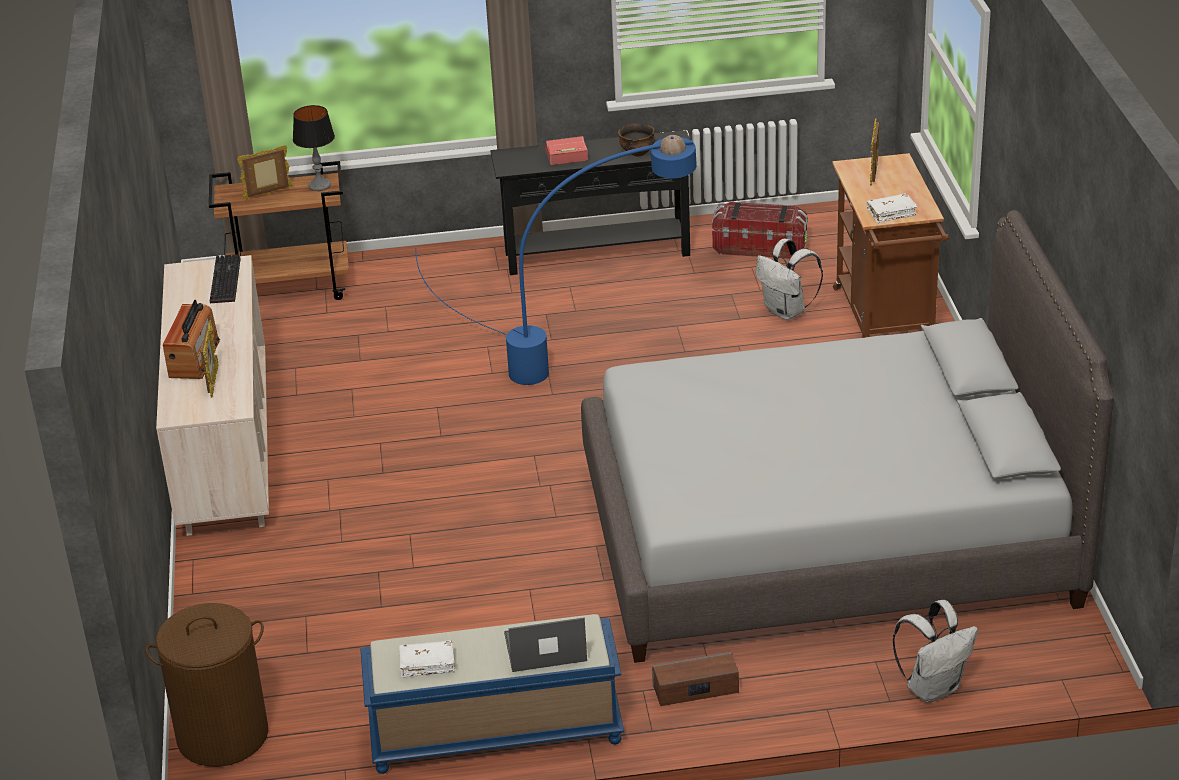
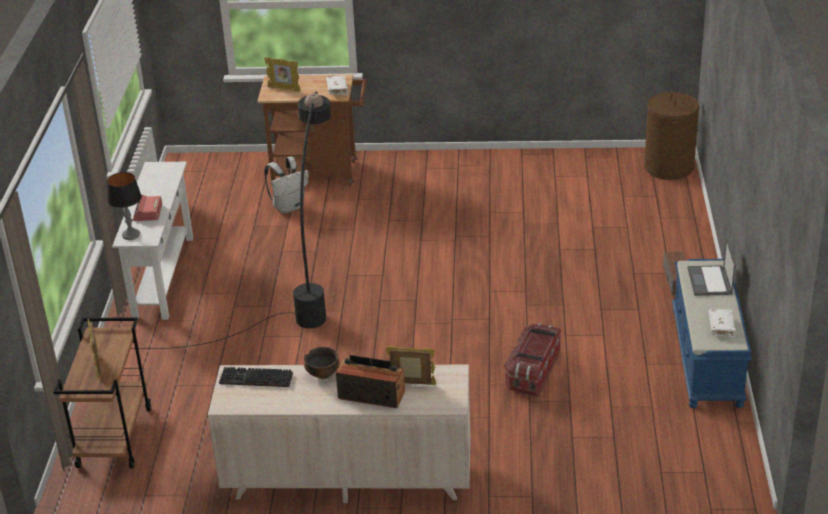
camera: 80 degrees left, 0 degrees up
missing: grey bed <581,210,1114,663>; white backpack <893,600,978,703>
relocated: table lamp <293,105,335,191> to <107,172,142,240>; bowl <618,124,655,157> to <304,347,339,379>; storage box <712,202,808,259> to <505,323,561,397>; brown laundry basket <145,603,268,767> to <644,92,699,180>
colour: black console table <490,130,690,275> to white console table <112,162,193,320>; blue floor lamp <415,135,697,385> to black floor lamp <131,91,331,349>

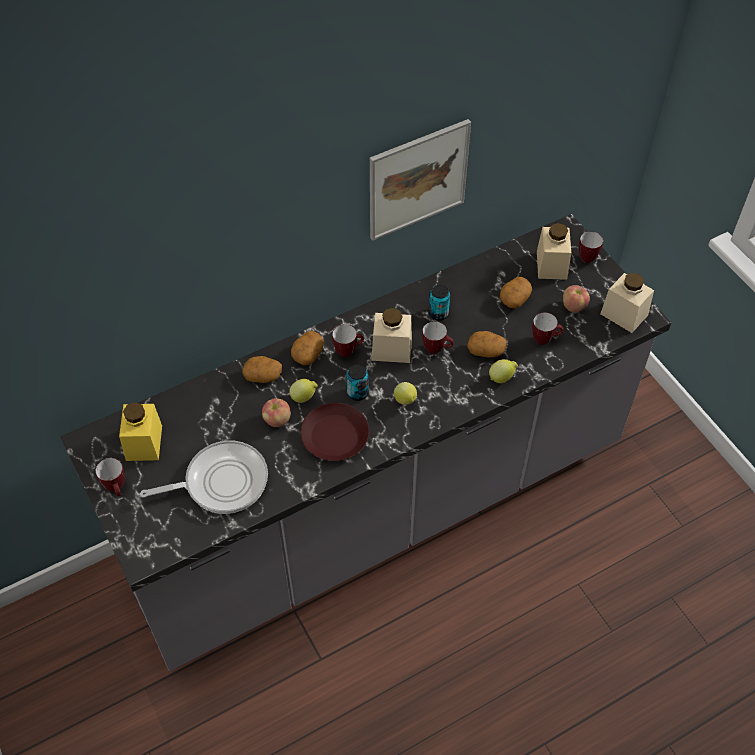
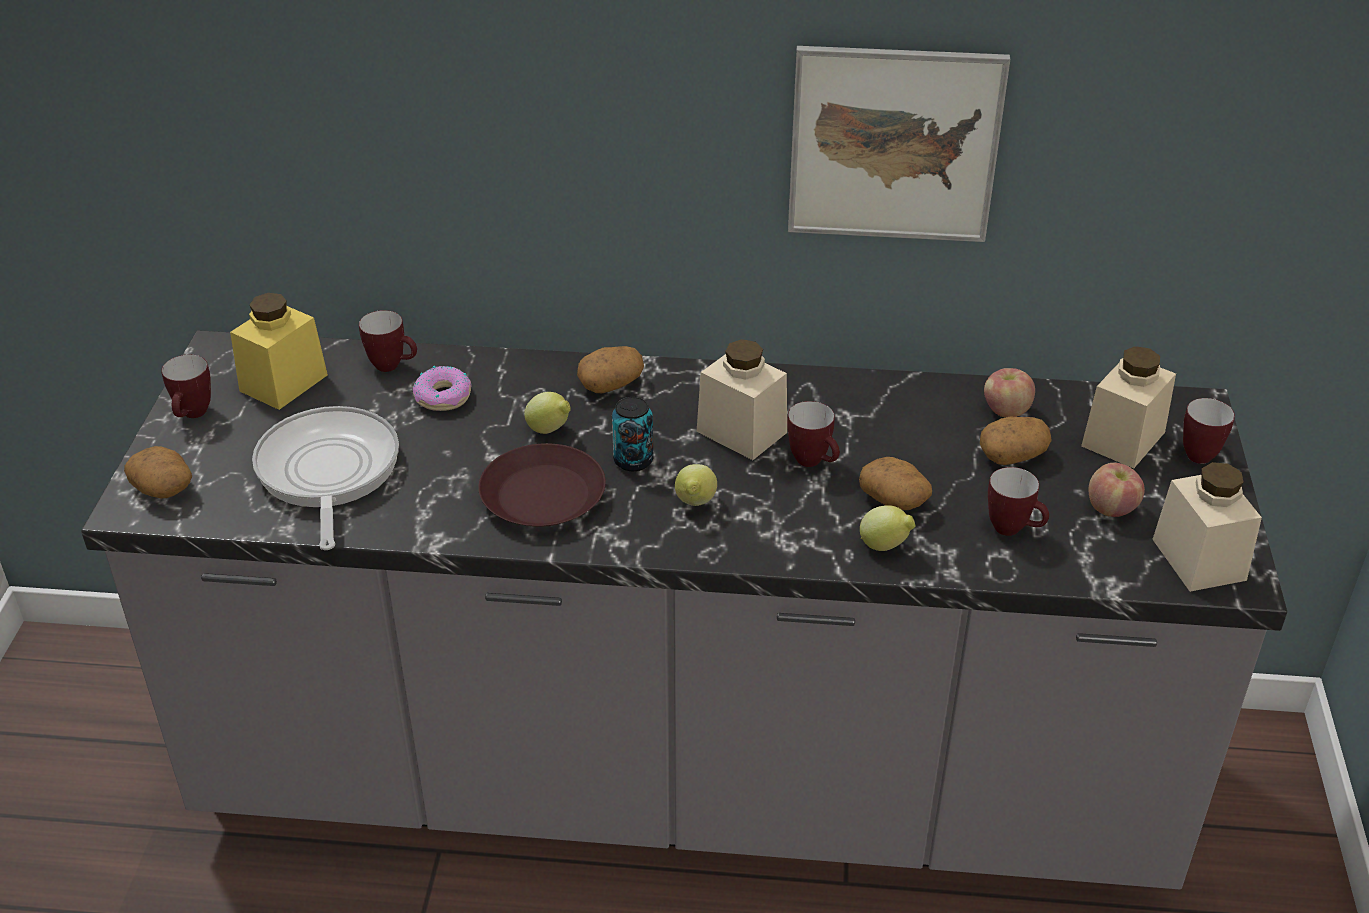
camera: 35 degrees right, 15 degrees down
missing: can <428,285,450,320>
appeared: donut <413,366,472,411>
relocated: potato <242,356,282,383> to <124,446,192,499>; mug <332,325,364,357> to <359,310,417,372>; apple <262,398,291,427> to <984,368,1035,418>
spun: frying pan <140,440,268,514> = <252,406,399,550> 120 degrees counterclockwise

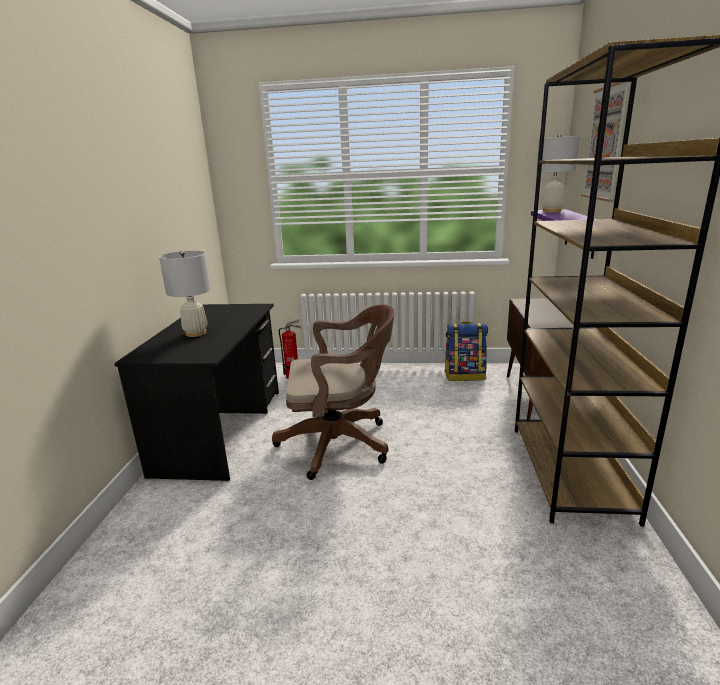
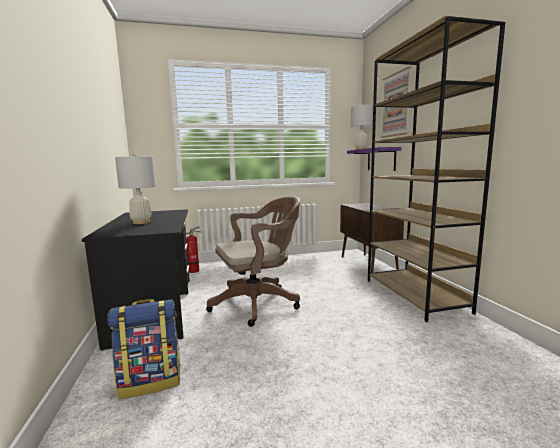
camera: 20 degrees left, 10 degrees down
relocated: backpack <444,322,488,381> to <107,299,181,399>

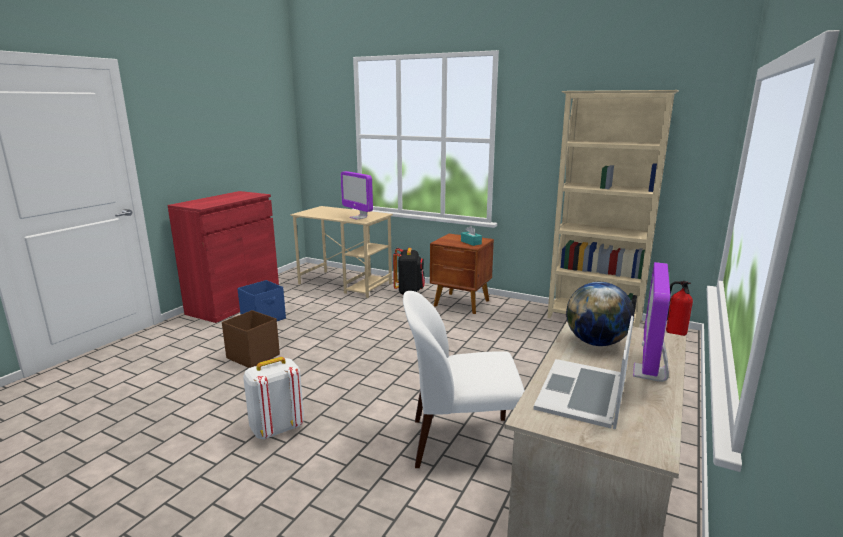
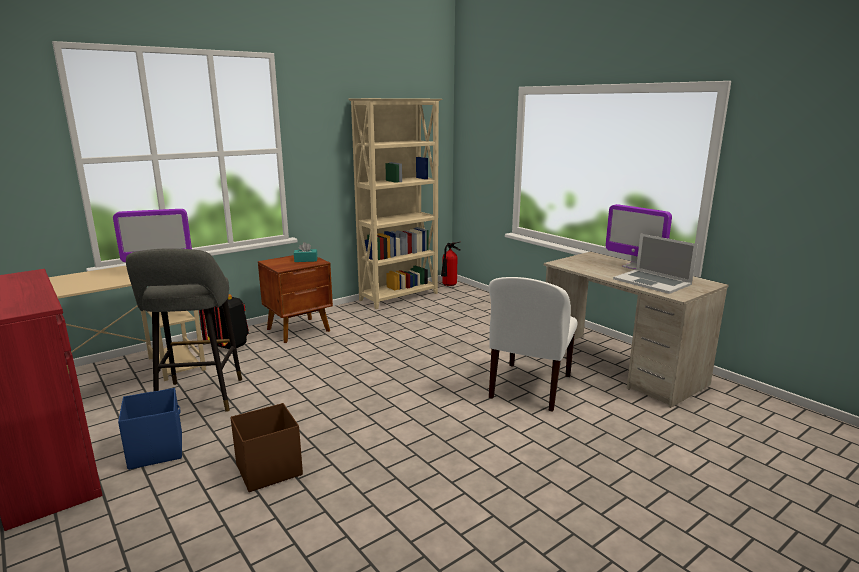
camera: 65 degrees left, 0 degrees up
missing: white backpack <243,357,304,439>; globe <566,282,634,346>
appeared: grey stool <126,248,242,412>

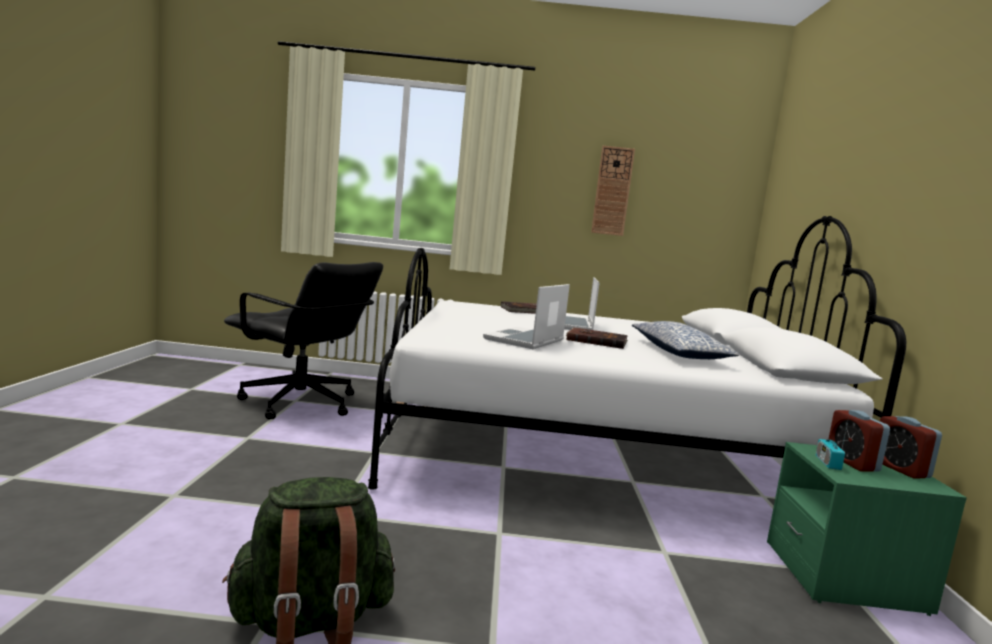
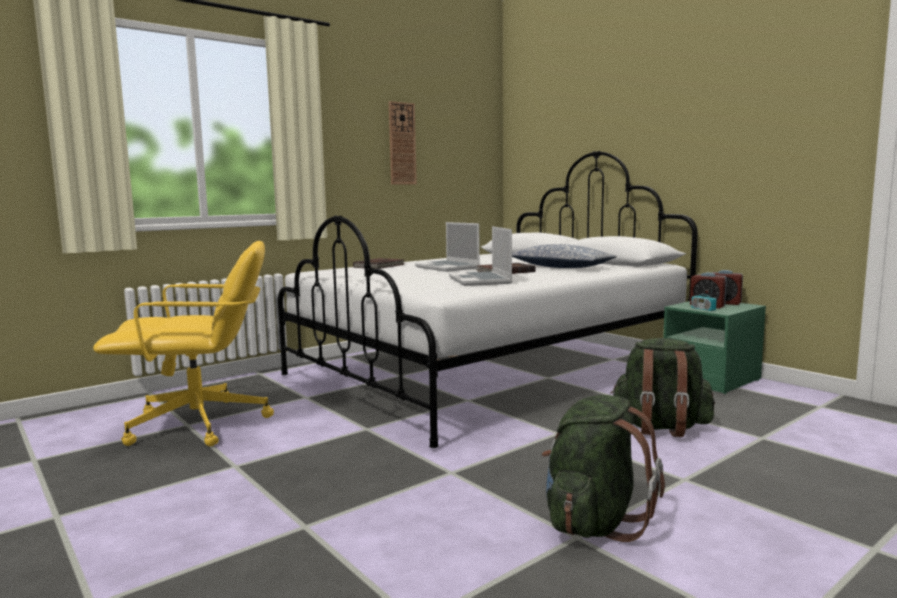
camera: 40 degrees left, 0 degrees up
appeared: green backpack <610,338,715,437>
colour: black office chair <224,262,383,419> to yellow office chair <93,241,274,446>

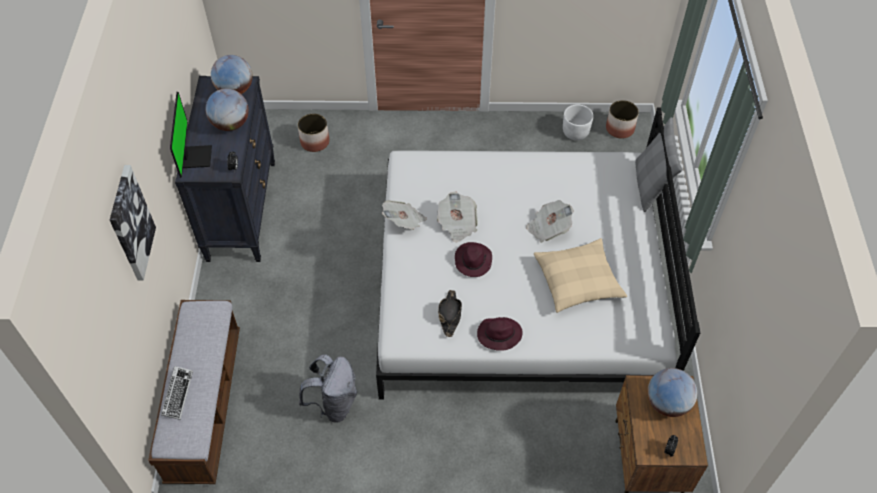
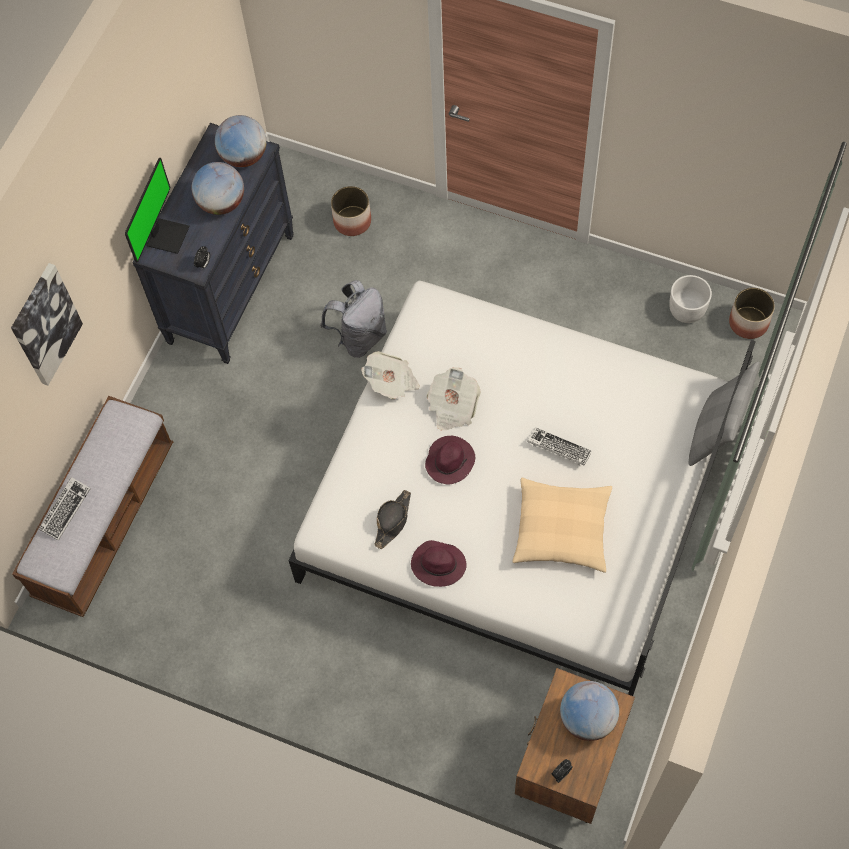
camera: 25 degrees right, 10 degrees up
relocated: grey backpack <299,354,357,423> to <320,280,387,358>
exchanged: newspaper <526,200,574,243> to keyboard <527,427,592,465>

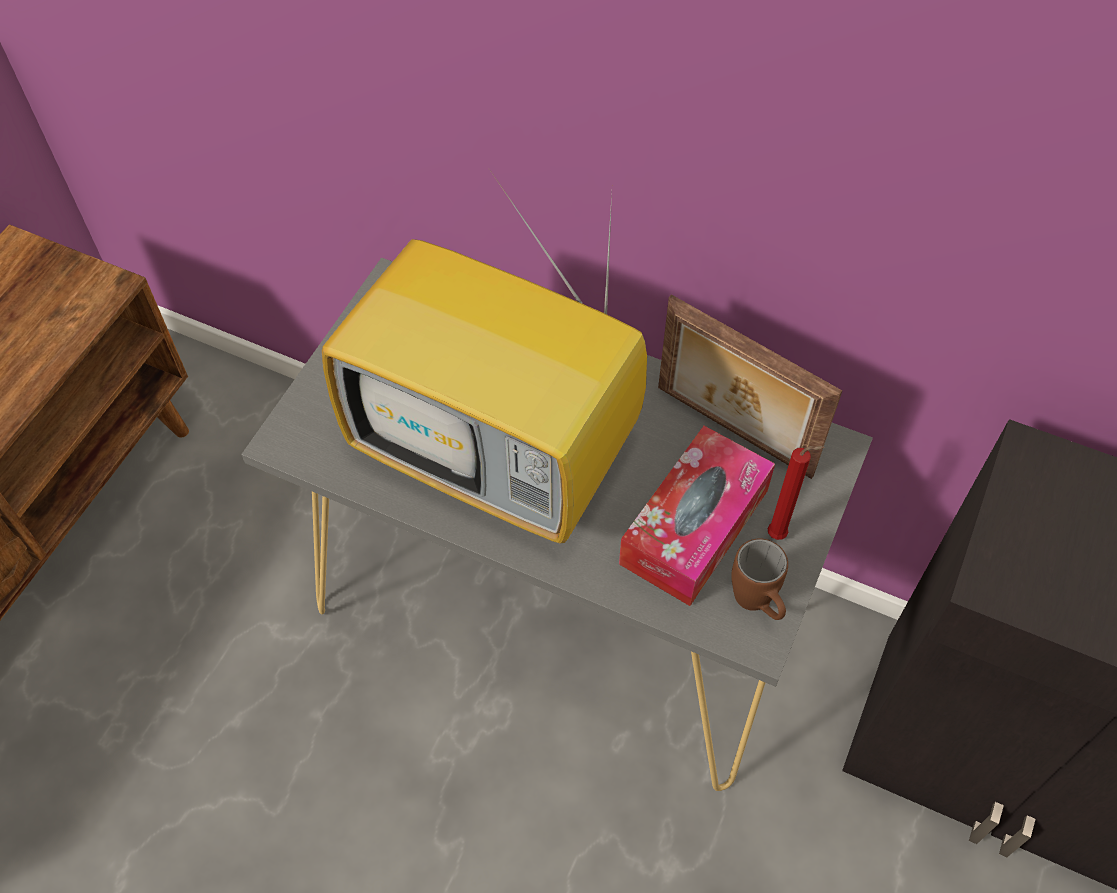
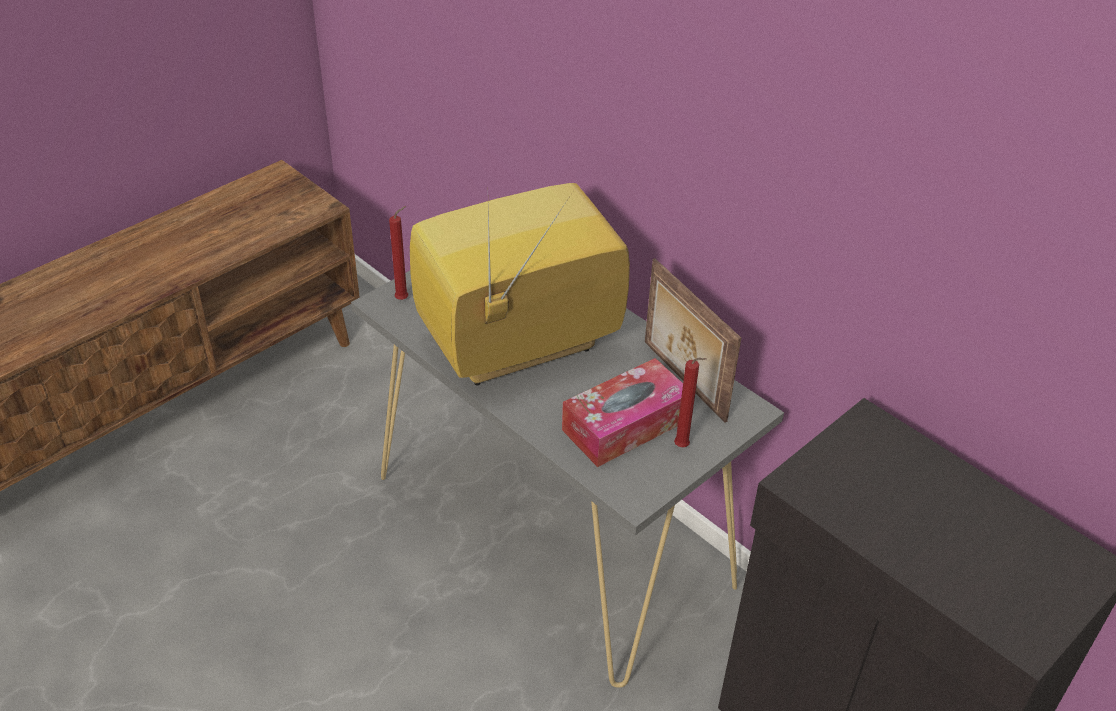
camera: 20 degrees right, 15 degrees down
missing: brown mug <731,538,788,620>
appeared: red candle <389,206,408,300>
spun: television <322,163,647,544> = <410,183,630,385> 105 degrees clockwise

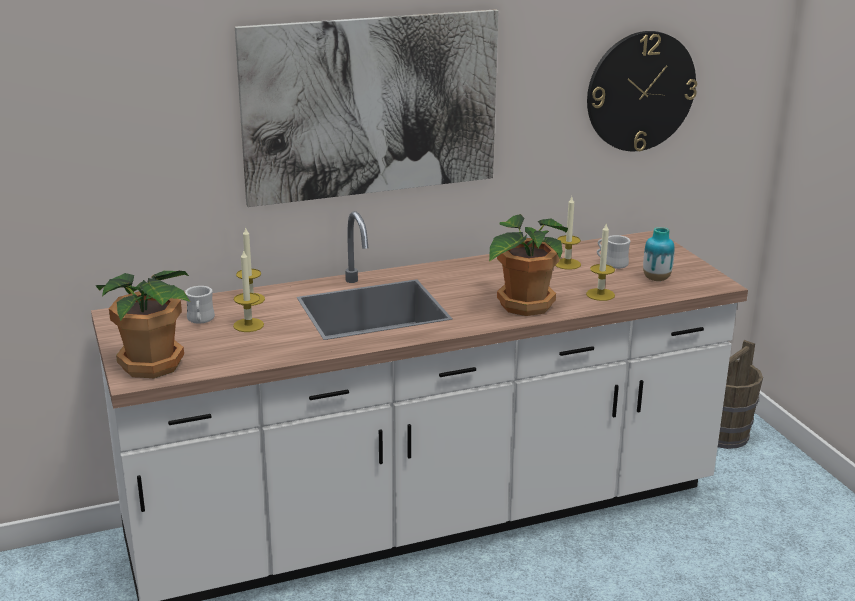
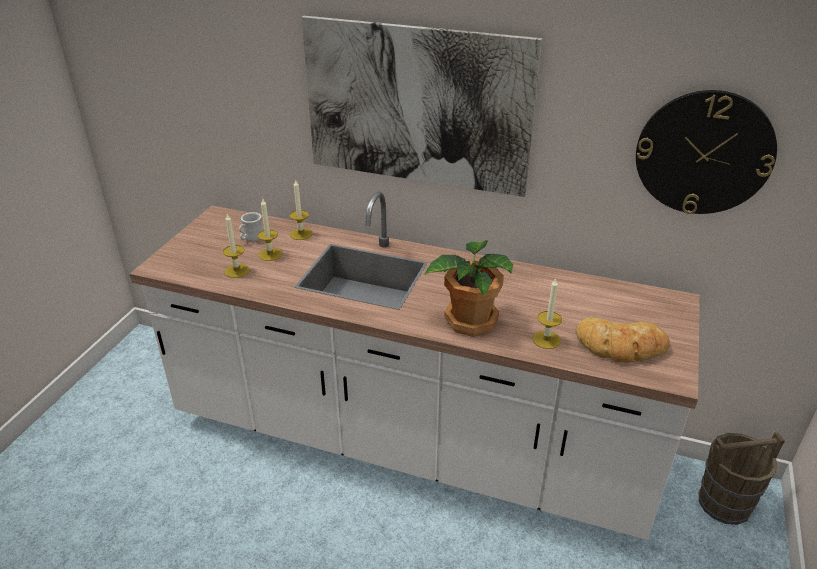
camera: 40 degrees right, 10 degrees up
missing: potted plant <96,271,191,378>; white mug <597,235,630,269>
relocated: candle <555,197,581,270> to <223,214,249,278>
exchanged: vase <643,227,675,281> to bread <575,317,670,363>

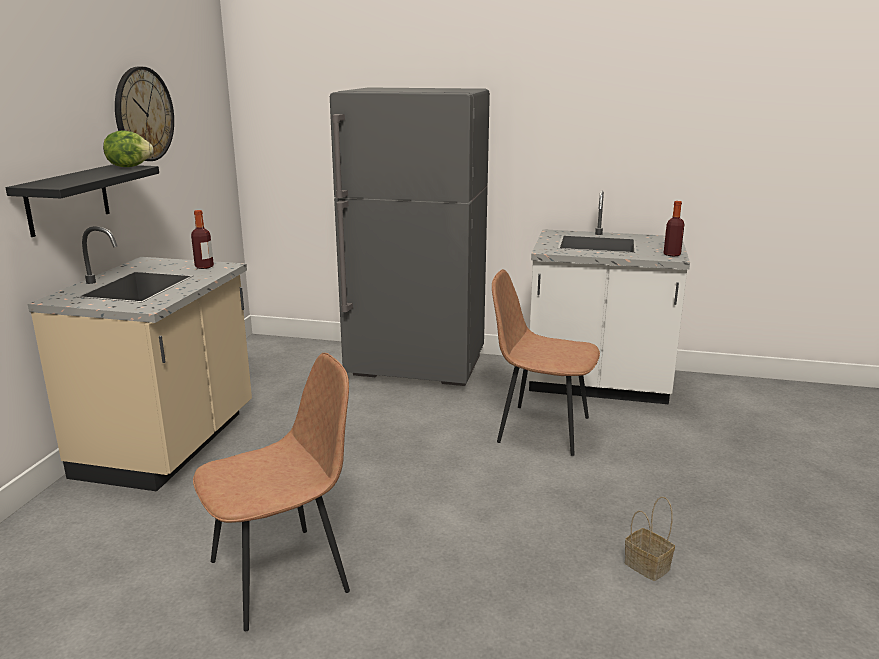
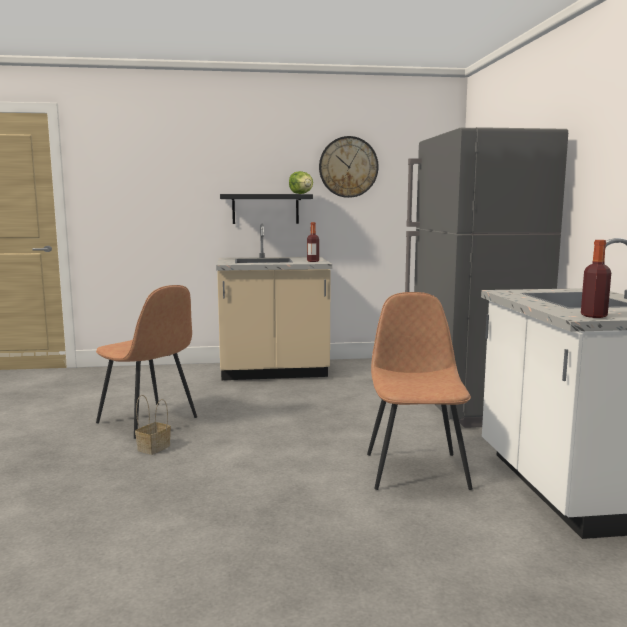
camera: 70 degrees right, 10 degrees down
relocated: basket <625,497,675,581> to <135,395,171,455>

